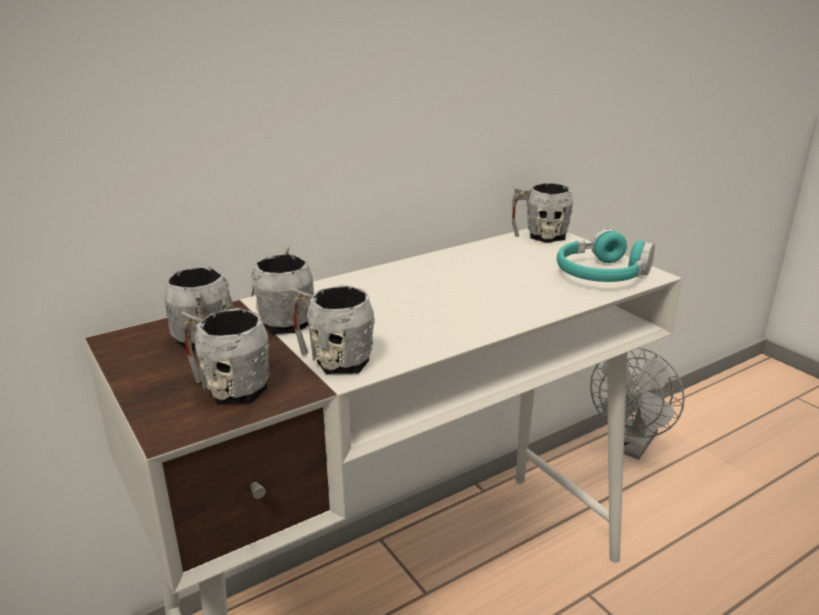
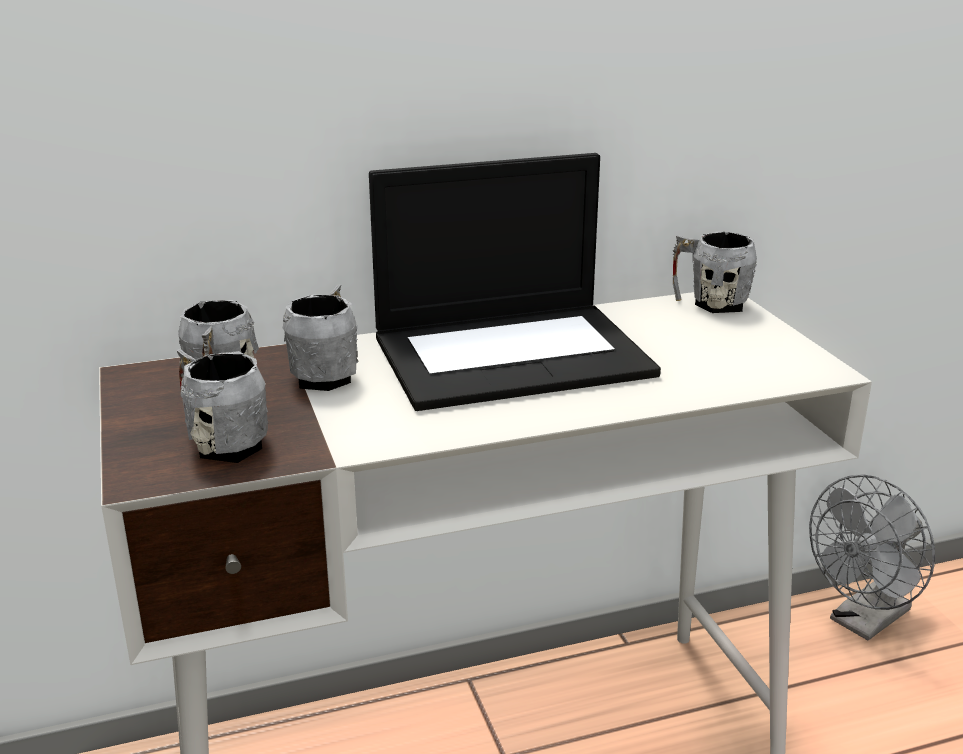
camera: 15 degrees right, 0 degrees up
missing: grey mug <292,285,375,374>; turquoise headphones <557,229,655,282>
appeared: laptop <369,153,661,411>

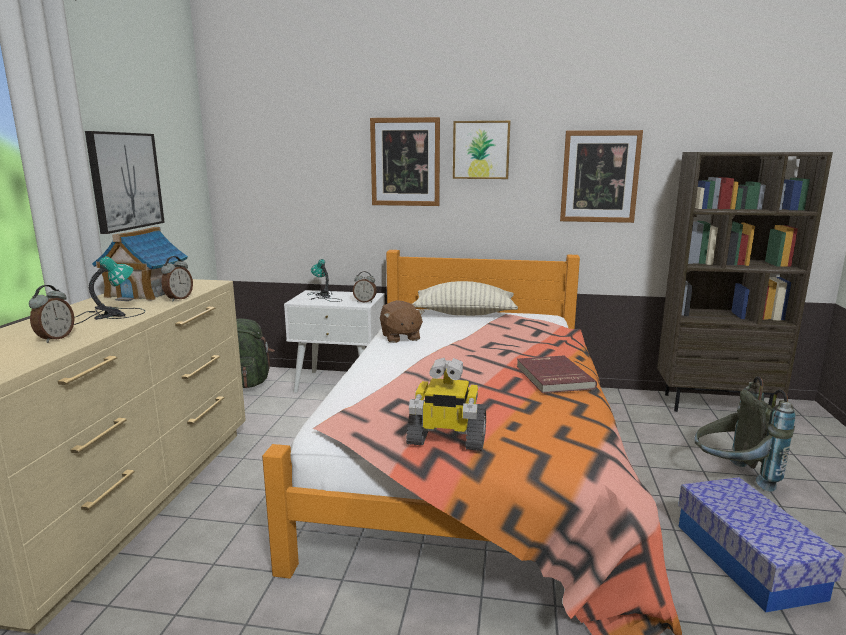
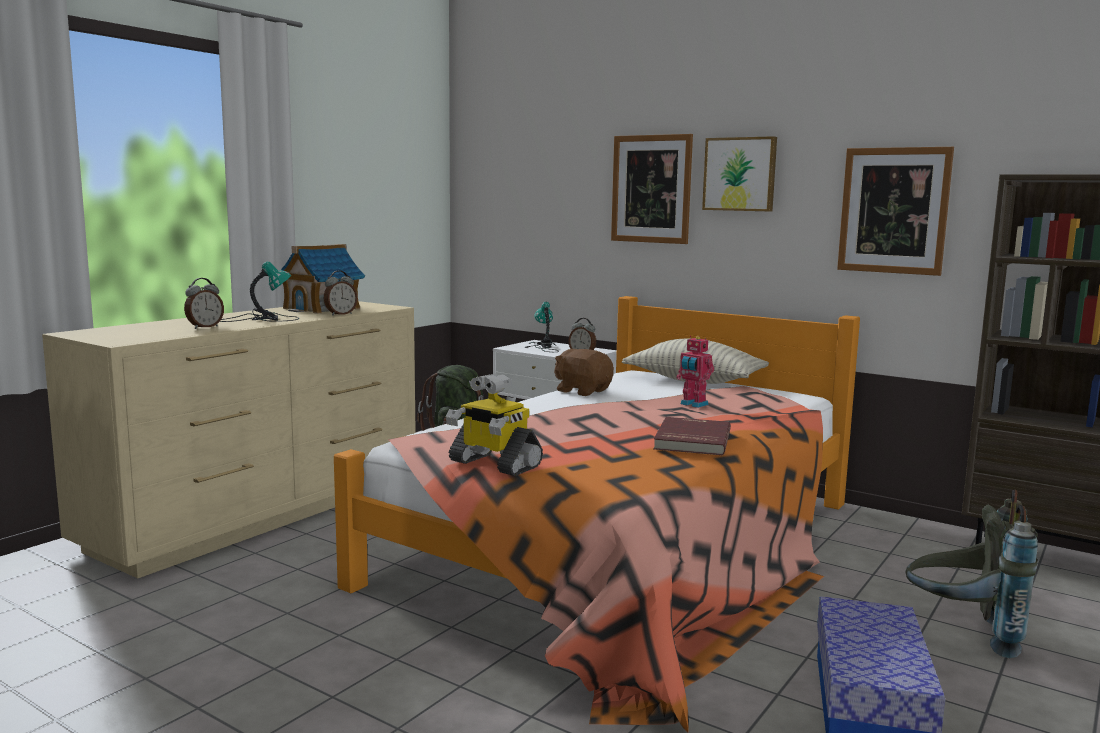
camera: 25 degrees right, 5 degrees down
missing: picture <85,131,165,234>
appeared: toy robot <676,336,714,408>
spun: brown plush toy <380,300,425,343> = <554,349,614,396> 120 degrees clockwise

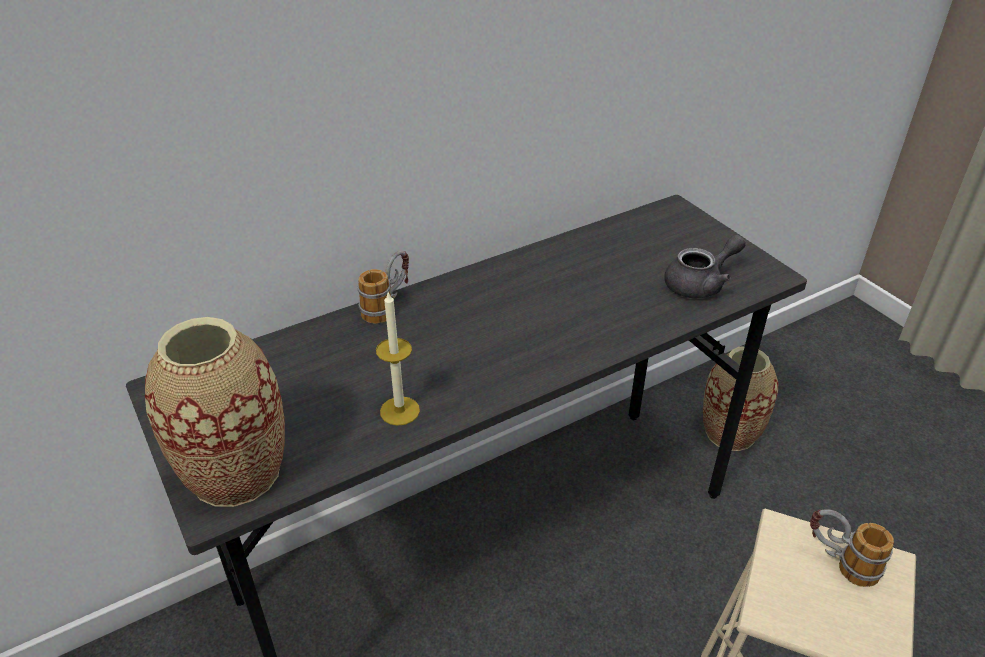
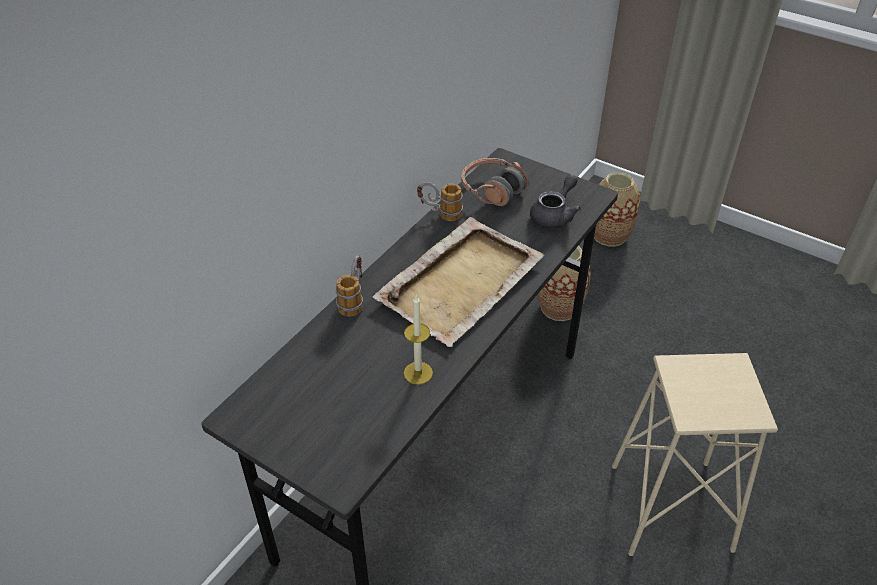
camera: 25 degrees left, 5 degrees up
appeared: beige tray <373,217,545,347>; headphones <461,158,529,206>
relocated: mug <810,509,894,587> to <417,182,463,221>; vase <145,317,285,507> to <594,172,640,246>

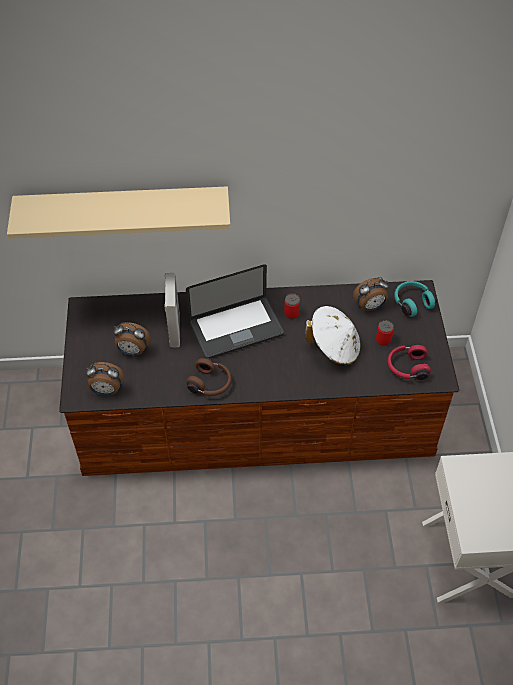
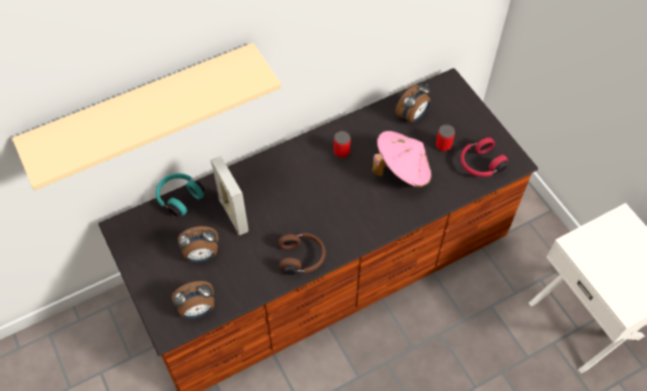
camera: 25 degrees left, 5 degrees up
missing: laptop <186,264,284,358>
relocated: turquoise headphones <394,281,437,317> to <156,173,204,216>
colour: white hat <305,306,361,366> to pink hat <372,131,432,188>

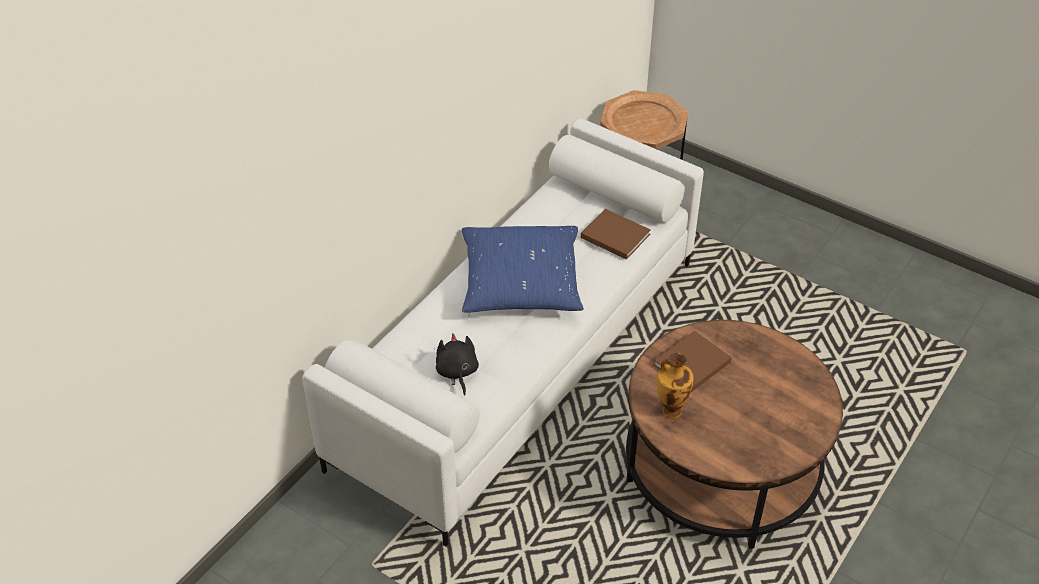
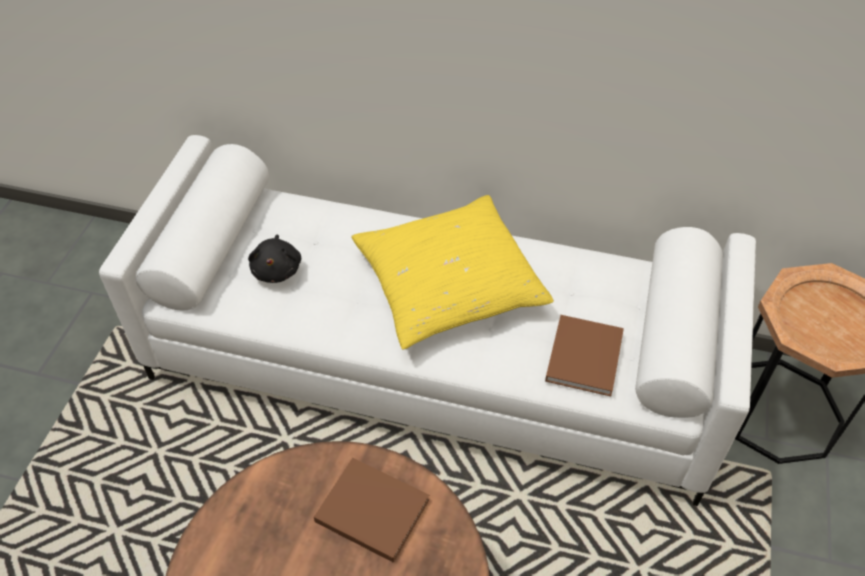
camera: 70 degrees right, 5 degrees up
missing: vase <657,353,694,419>
colour: blue pillow <462,226,584,312> to yellow pillow <351,195,554,349>
spun: black plush toy <436,333,479,395> = <248,235,301,283> 120 degrees clockwise

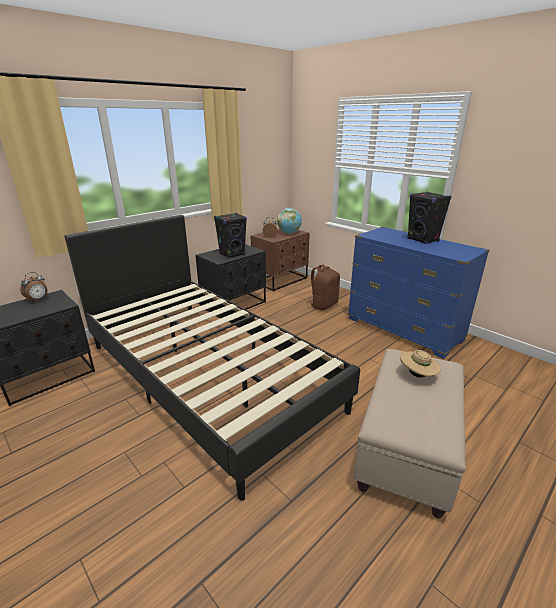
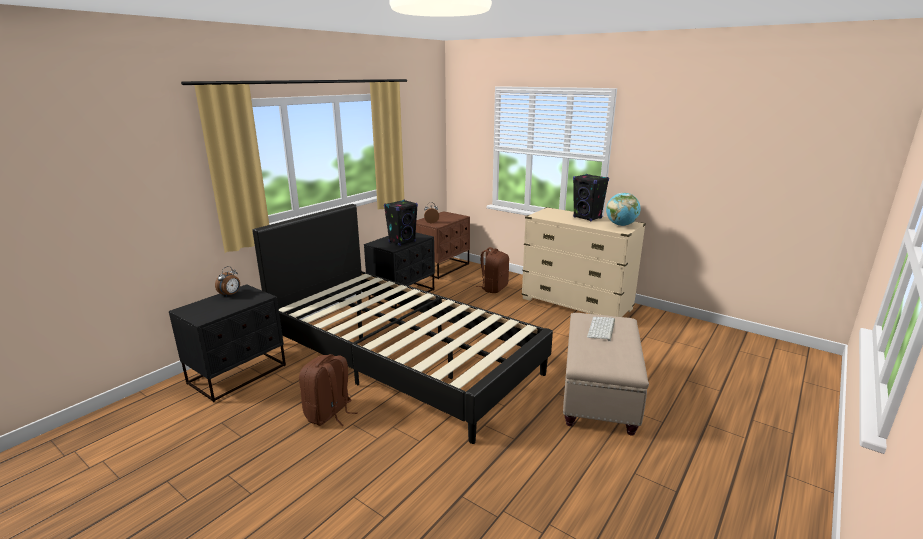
camera: 10 degrees left, 5 degrees down
appeared: brown backpack <299,354,357,426>
relocated: globe <277,208,302,234> to <606,193,640,226>
exchanged: beige hat <400,350,441,377> to keyboard <587,317,615,341>
colour: blue dresser <348,227,490,359> to beige dresser <521,207,646,317>

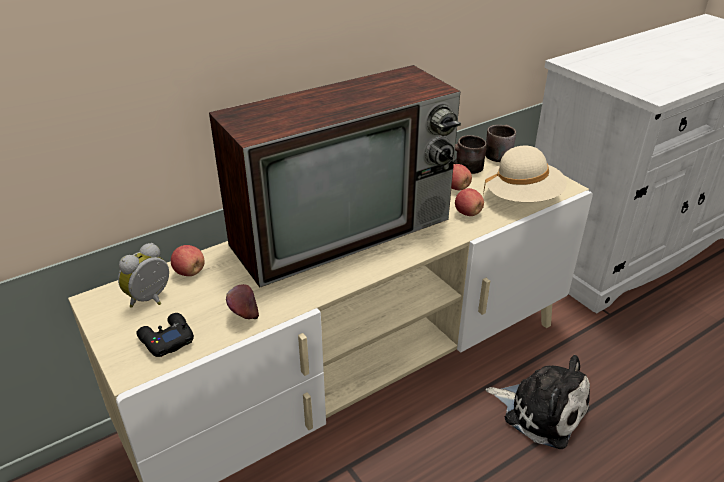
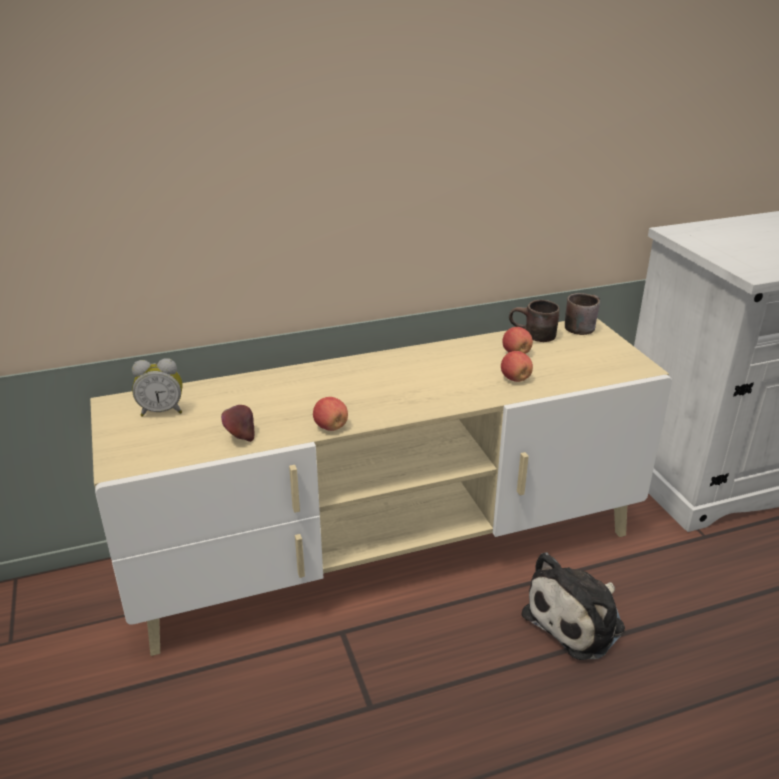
camera: 15 degrees right, 5 degrees down
missing: black game controller <136,313,194,357>; television <209,65,461,287>; beige hat <483,146,567,202>
relocated: apple <171,245,205,276> to <313,397,348,431>
spun: alarm clock <118,243,169,308> = <132,358,183,417> 150 degrees counterclockwise; plush toy <486,355,590,449> = <521,553,625,660> 90 degrees clockwise

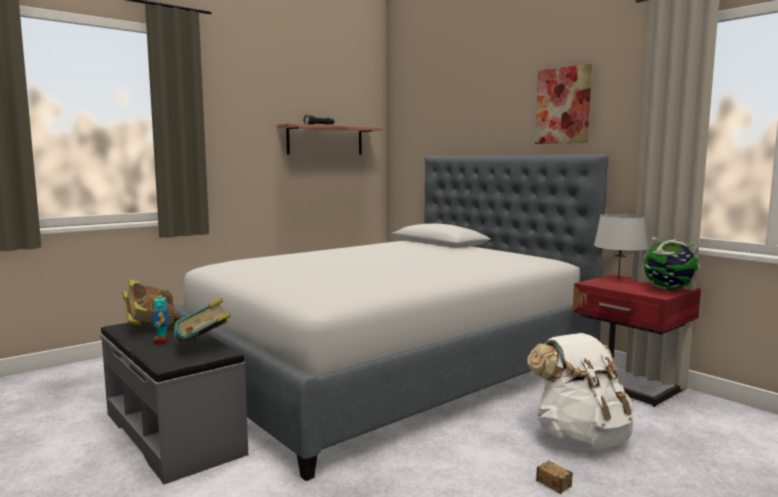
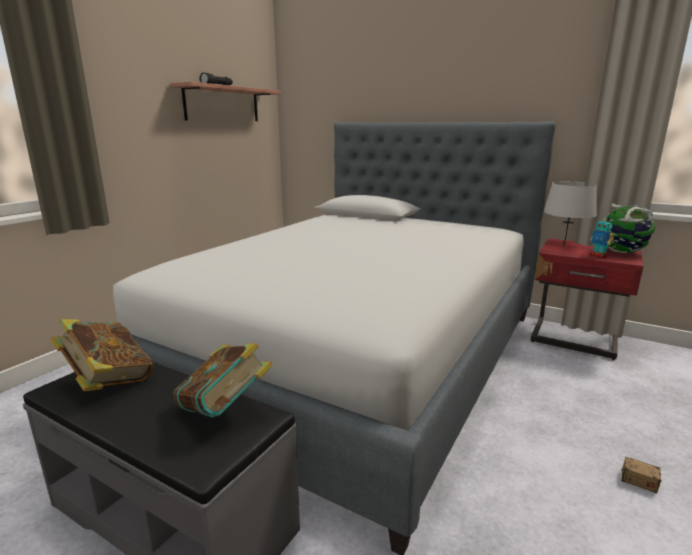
camera: 20 degrees left, 10 degrees up
missing: white backpack <527,333,635,448>; picture <535,64,592,144>
relocated: toy robot <153,295,169,344> to <589,216,614,259>

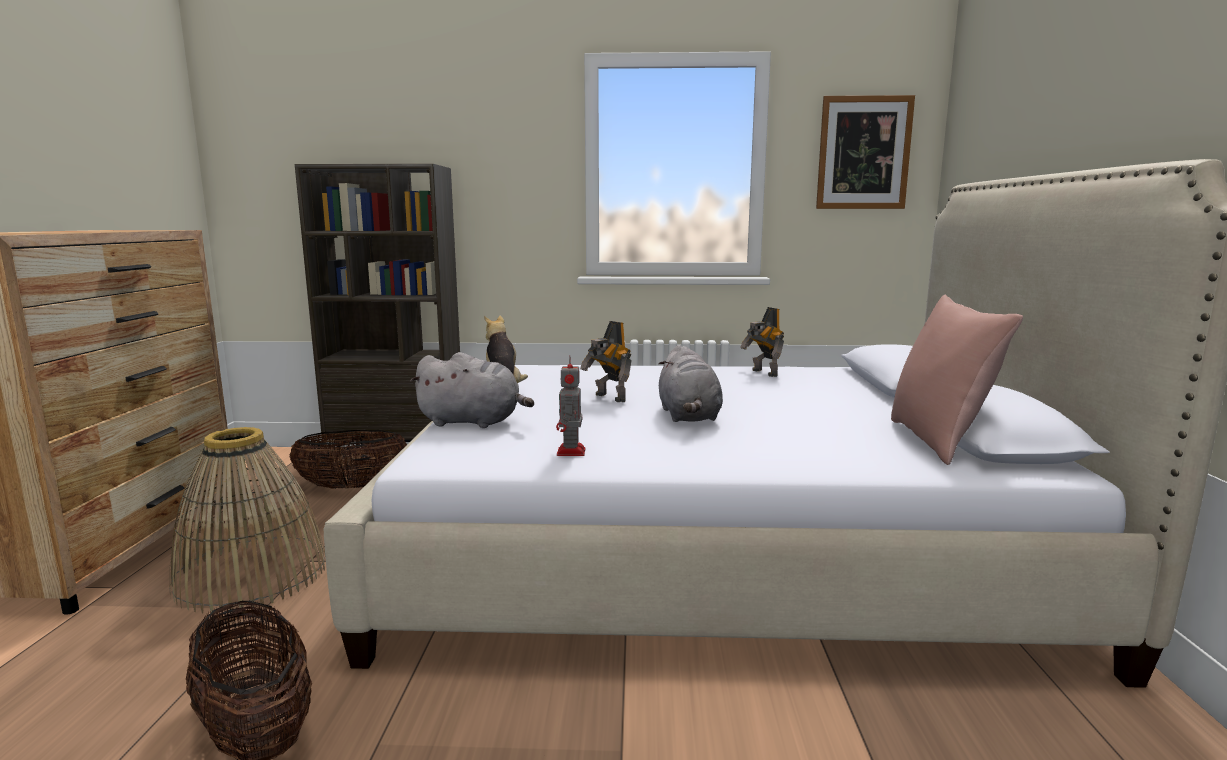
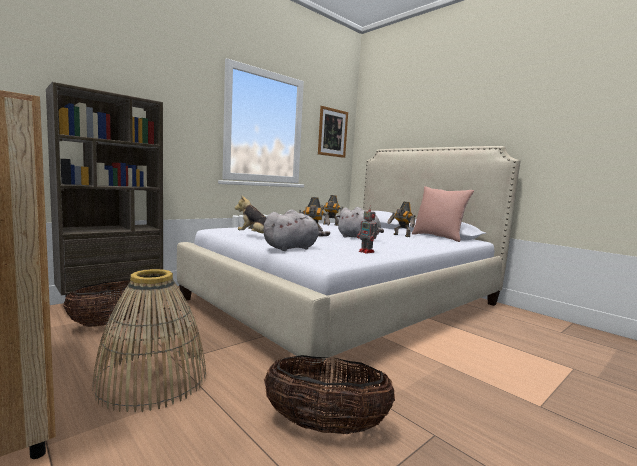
camera: 45 degrees left, 5 degrees down
appeared: toy robot <387,202,415,237>

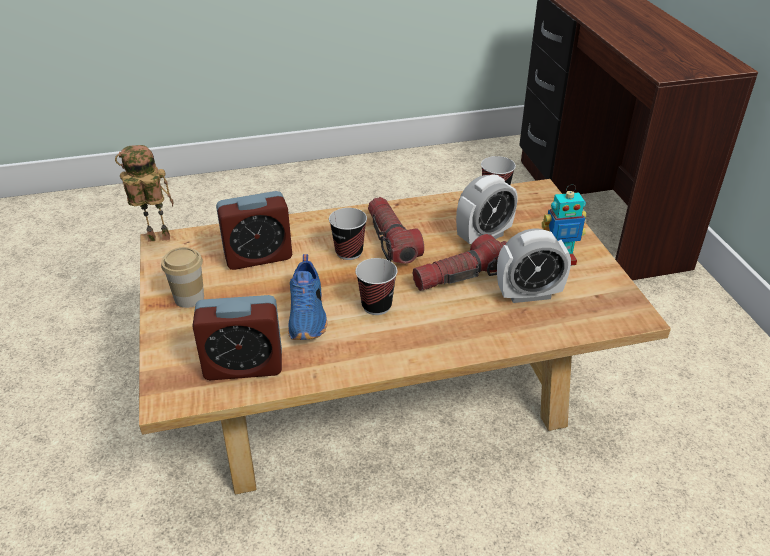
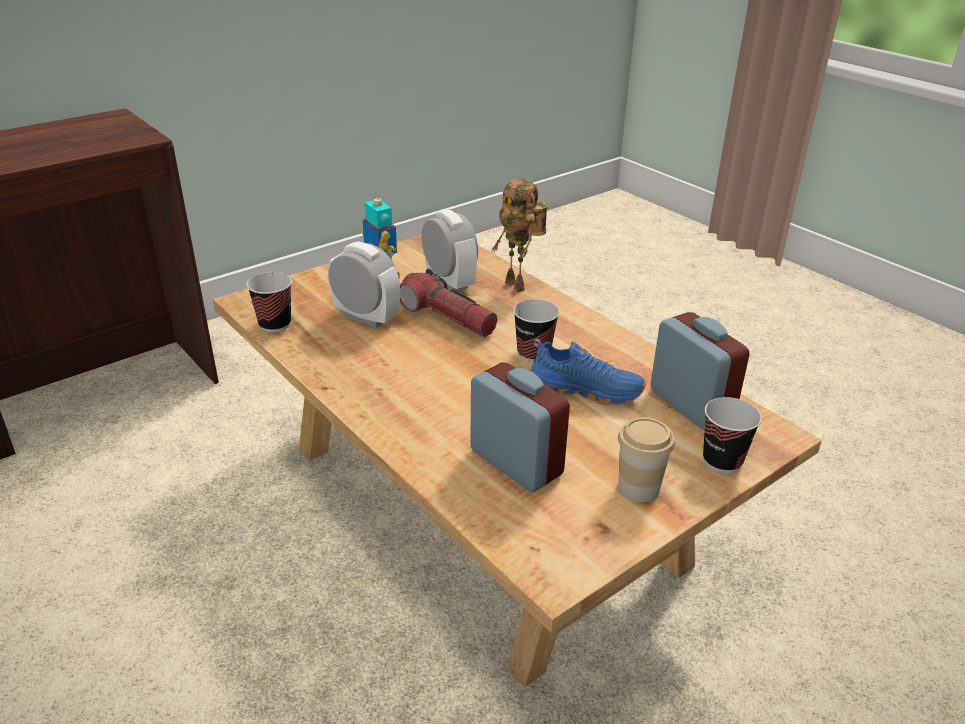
camera: 115 degrees left, 5 degrees down
missing: flashlight <368,197,424,264>
relocated: toy robot <115,145,174,242> to <491,179,548,292>; cup <329,208,367,260> to <703,397,762,473>
spun: blue shoe <288,254,327,340> = <530,338,646,405> 45 degrees clockwise

